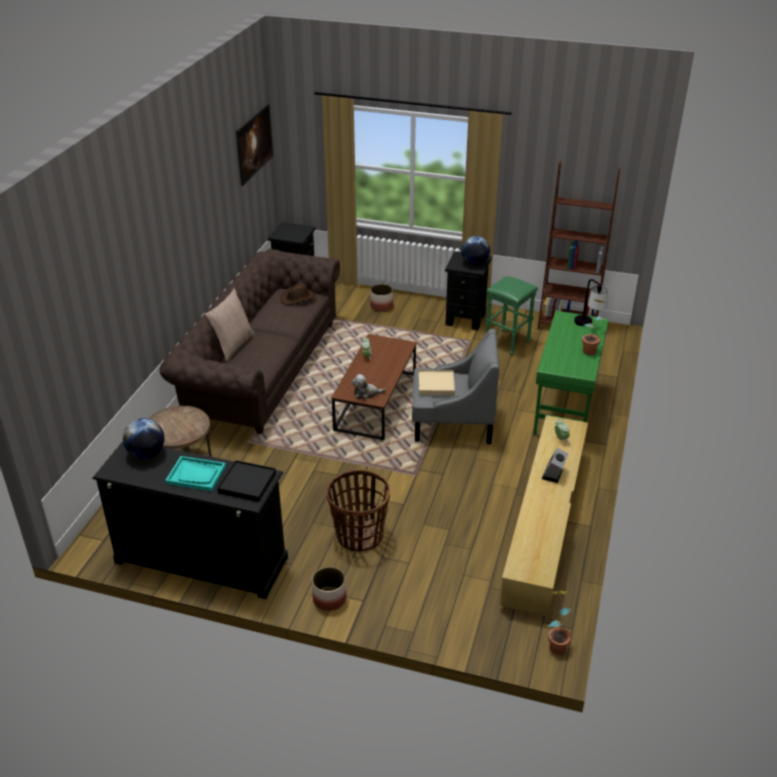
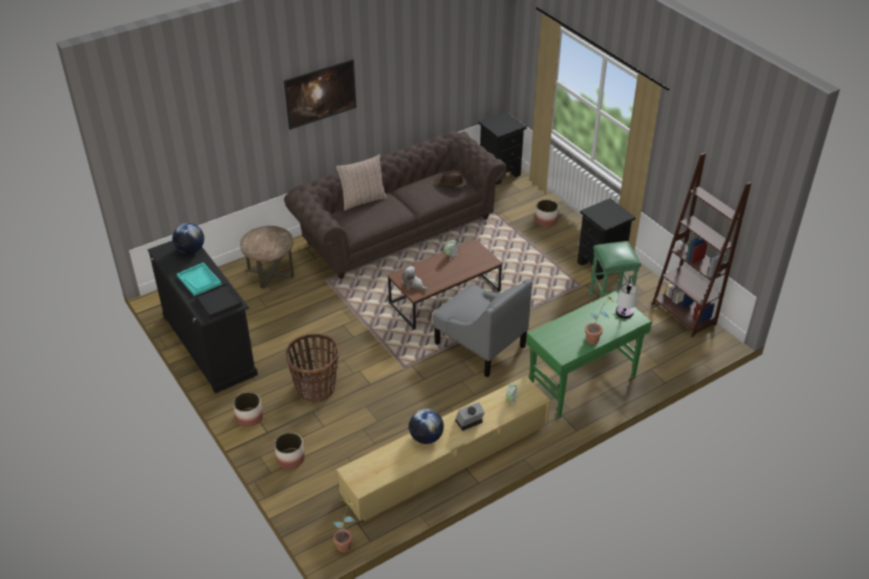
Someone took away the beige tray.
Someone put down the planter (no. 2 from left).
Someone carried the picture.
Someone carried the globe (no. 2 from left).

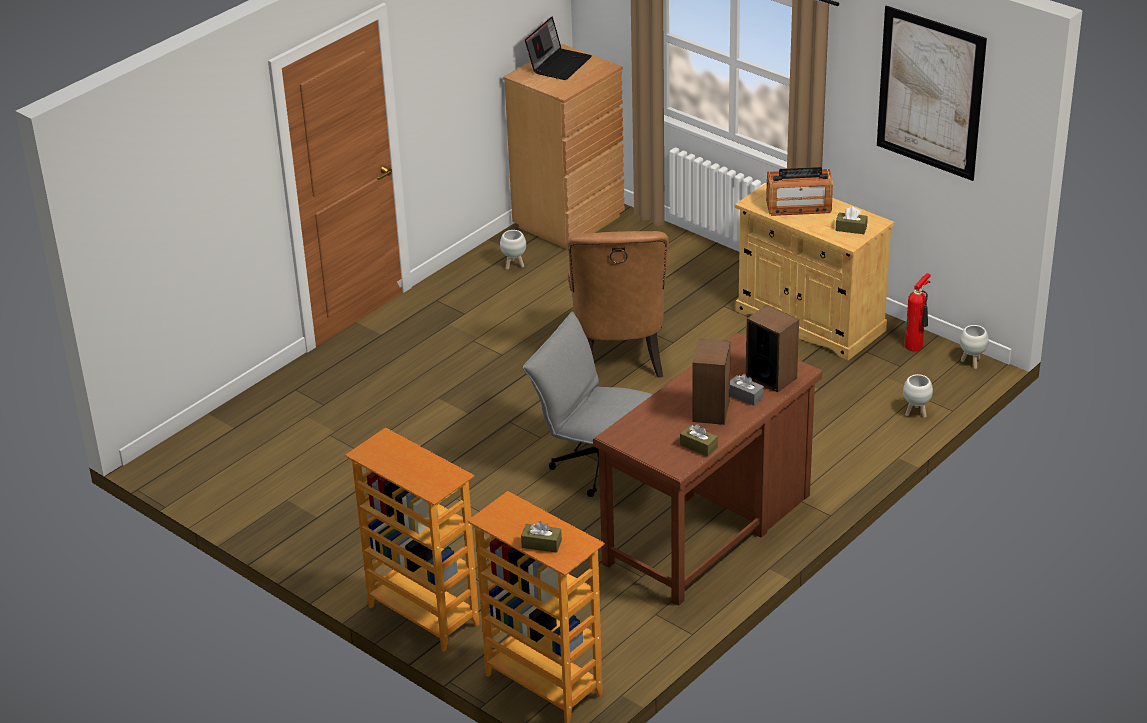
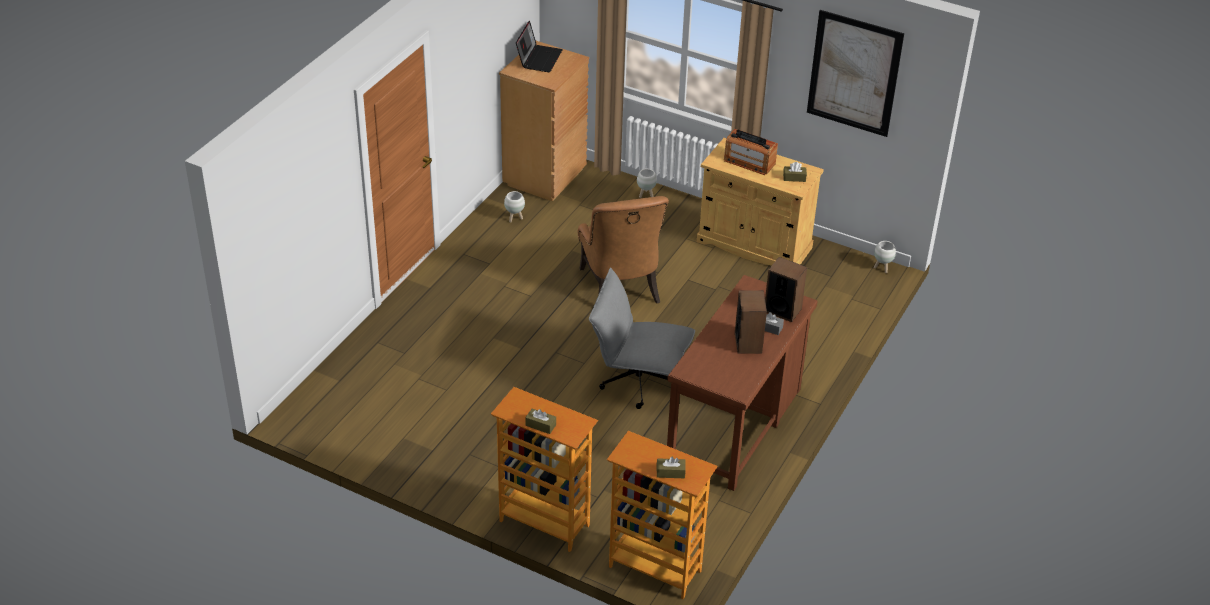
Someone took away the fire extinguisher.
Someone carried the brown tissue box (no. 2 from left in the first image).
Someone carried the white planter (no. 2 from left).
Someone rotated the radio by 45 degrees clockwise.

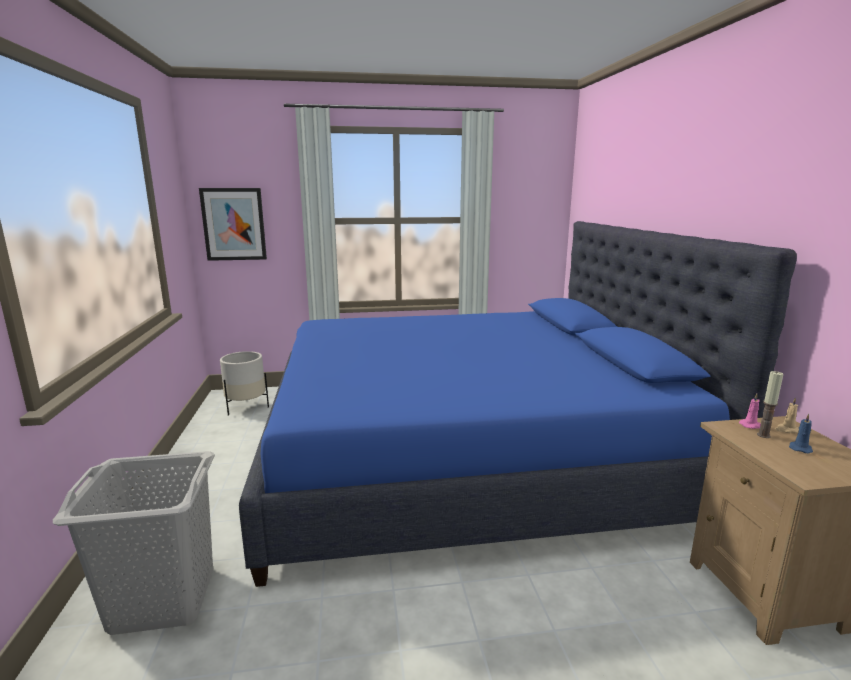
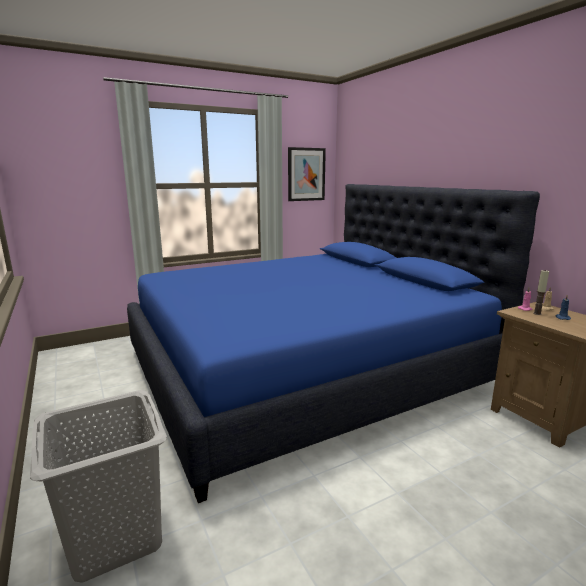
Someone took away the white planter.
Someone carried the picture.

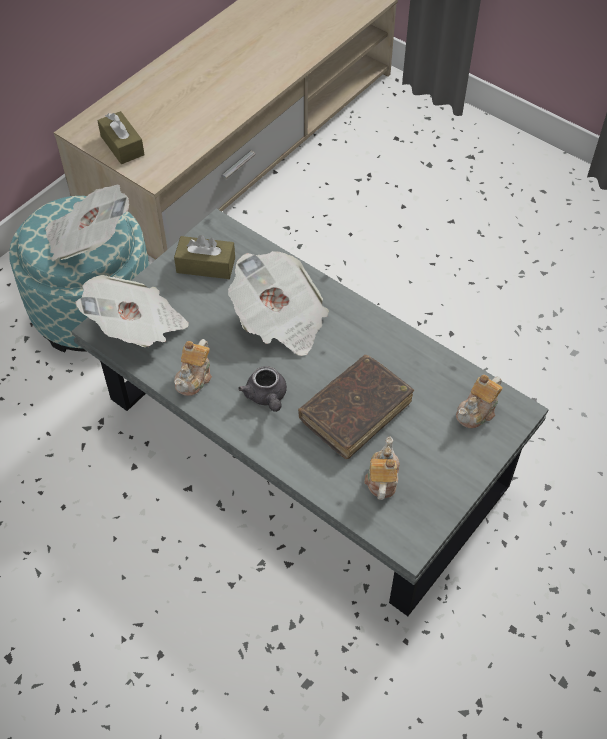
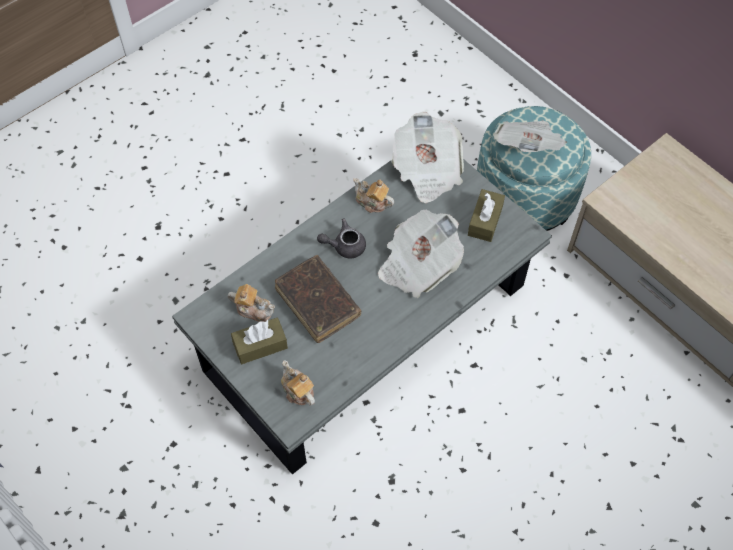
Someone carried the brown tissue box (no. 1 from left).

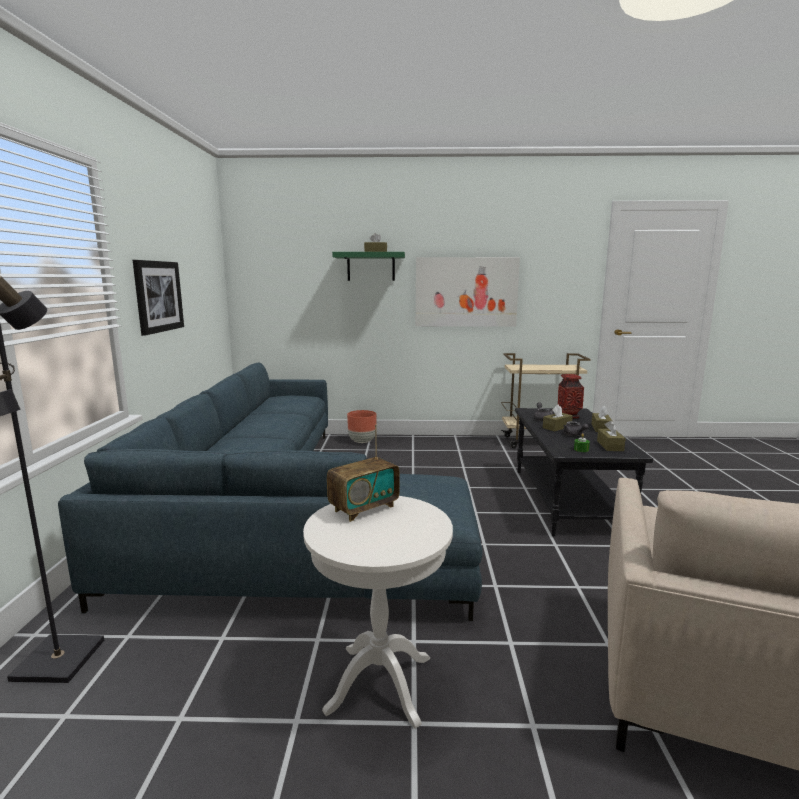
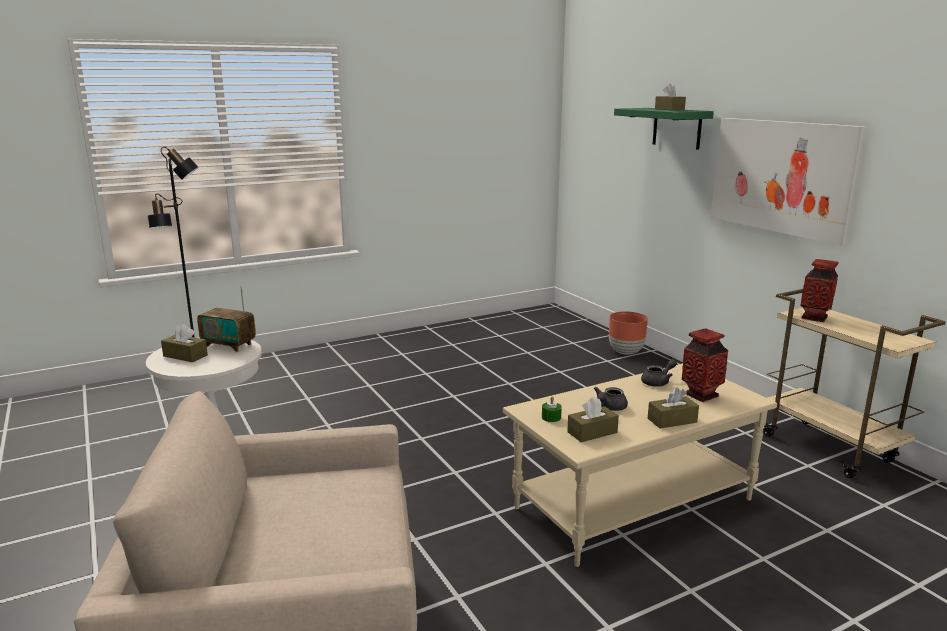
Someone took away the blue sofa.
Someone took away the picture (no. 1 from left).
Someone put down the vase (no. 2 from left).
Someone carried the brown tissue box (no. 2 from left in the first image).
Someone repainted the black coffee table, which became the beige coffee table.

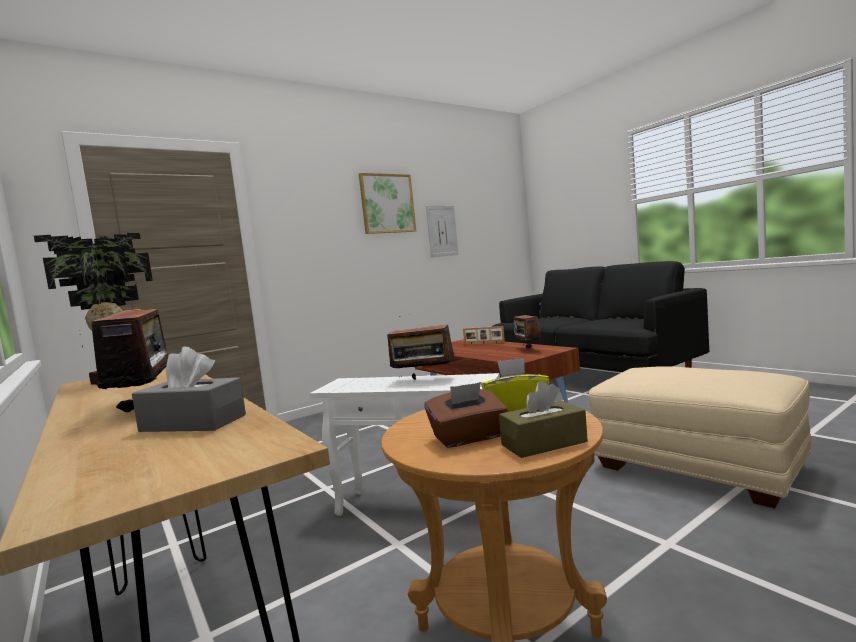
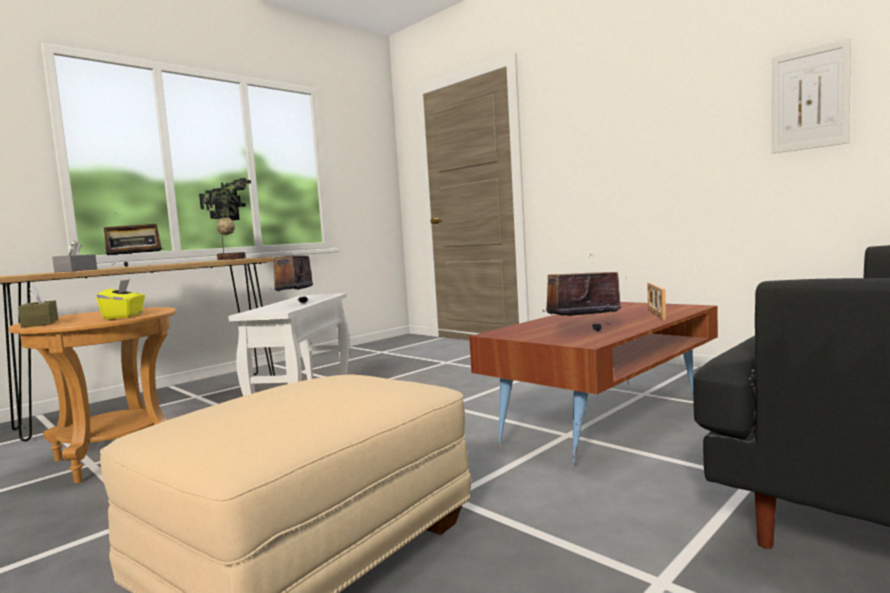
Someone took away the picture (no. 1 from left).
Someone took away the brown tissue box (no. 1 from left).

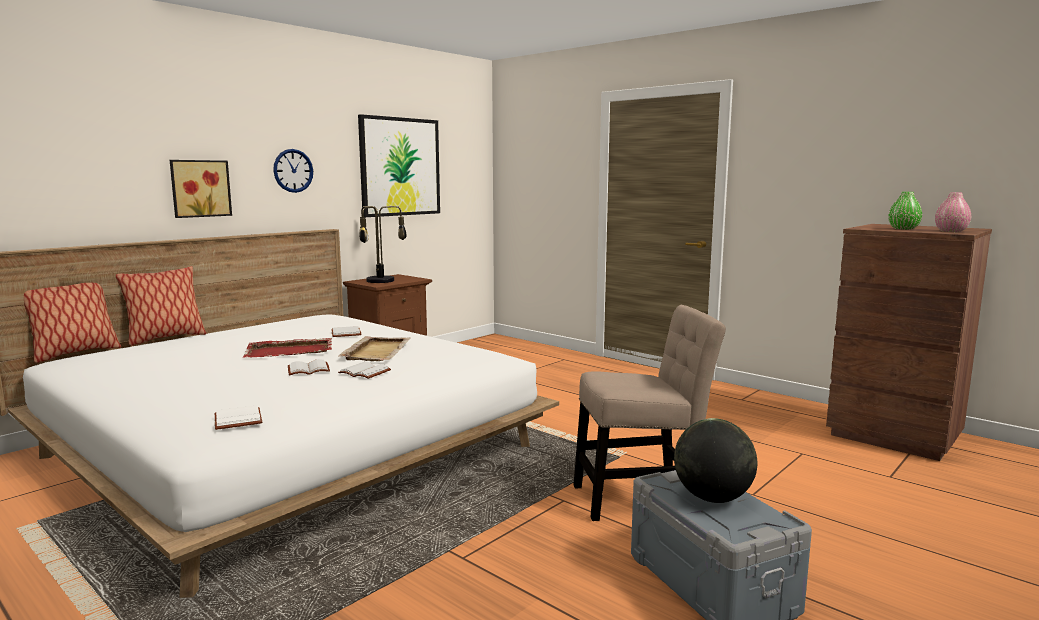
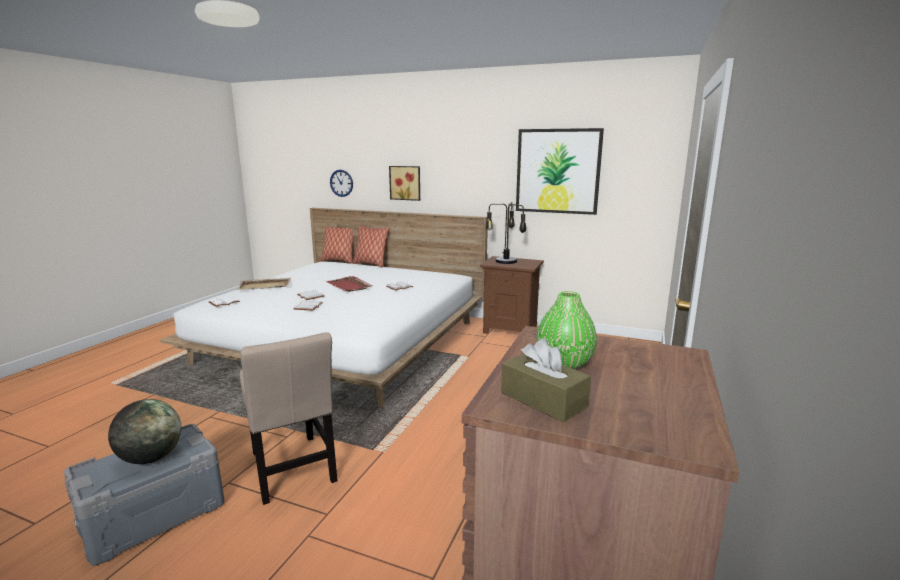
Someone carried the wall clock.
Someone carried the beige tray.
Someone swapped the pink vase for the brown tissue box.

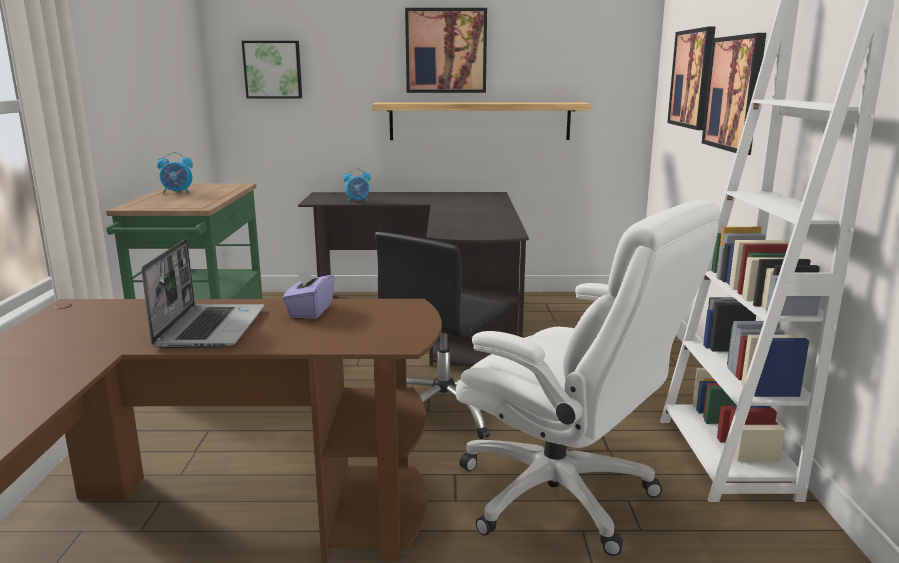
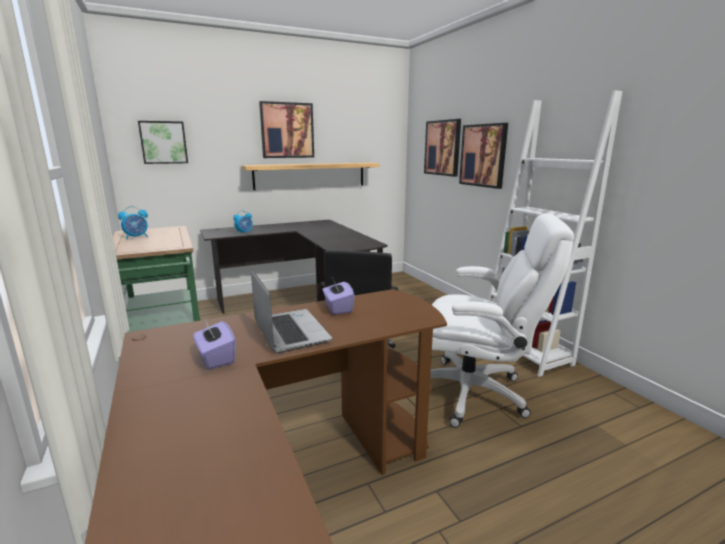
Someone put down the purple tissue box (no. 1 from left).

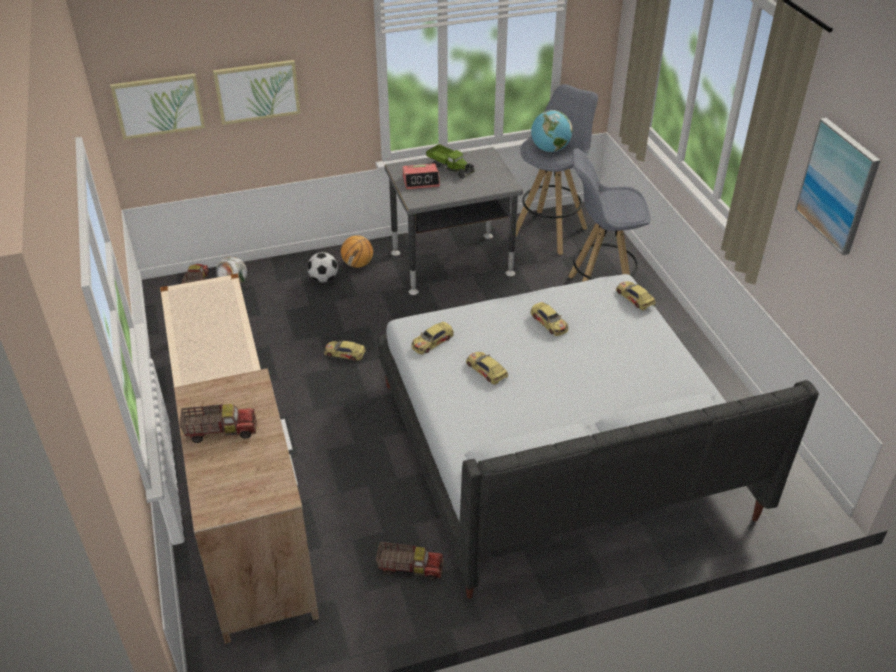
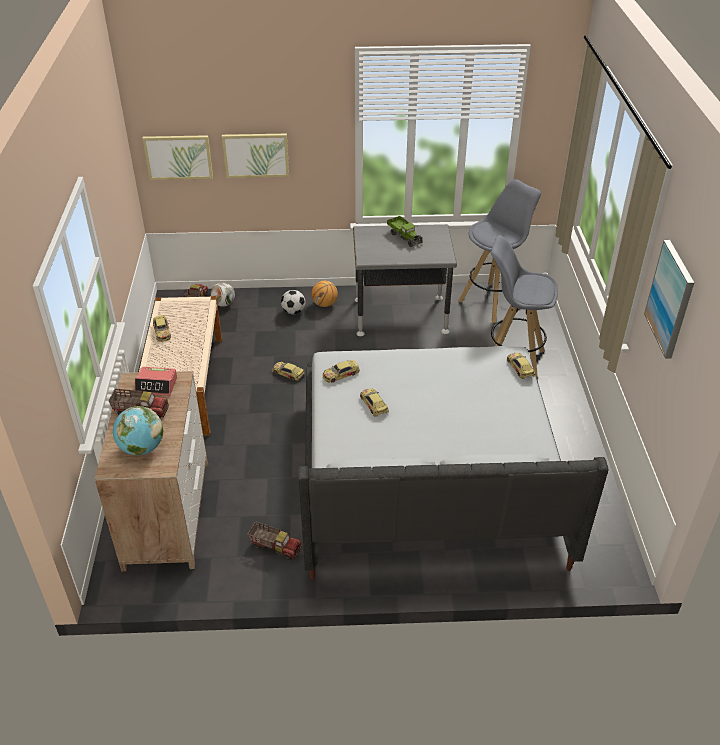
Someone carried the alarm clock.
Someone carried the globe.
Someone carried the toy car (no. 4 from left in the first image).

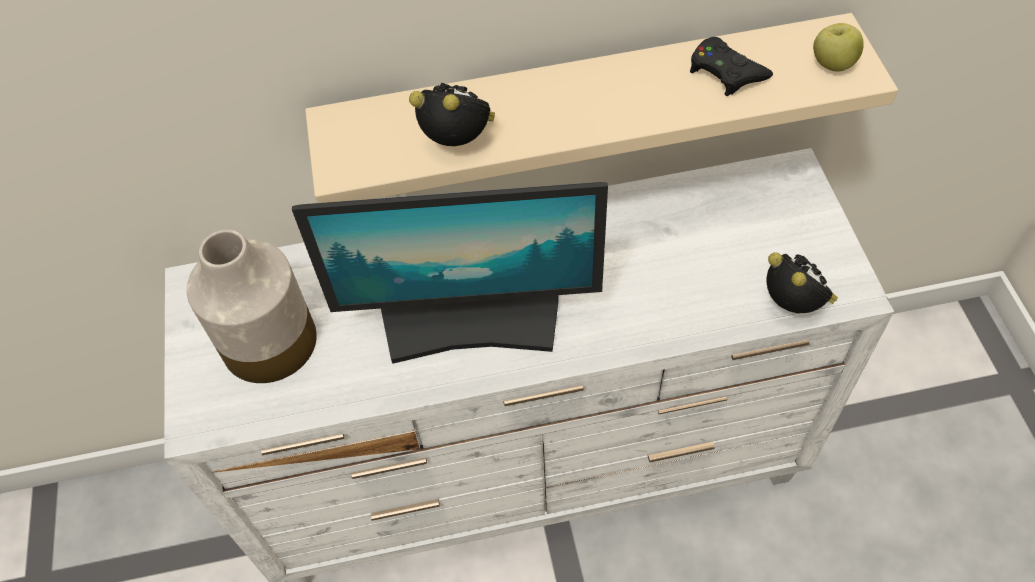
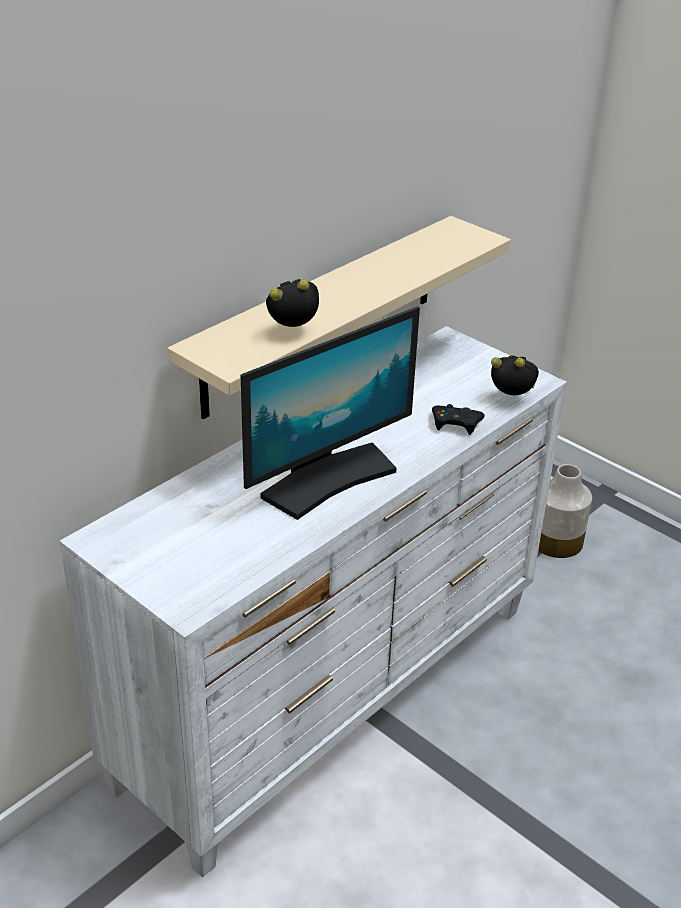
Someone took away the apple.
Someone carried the beige vase.
Someone carried the black game controller.

